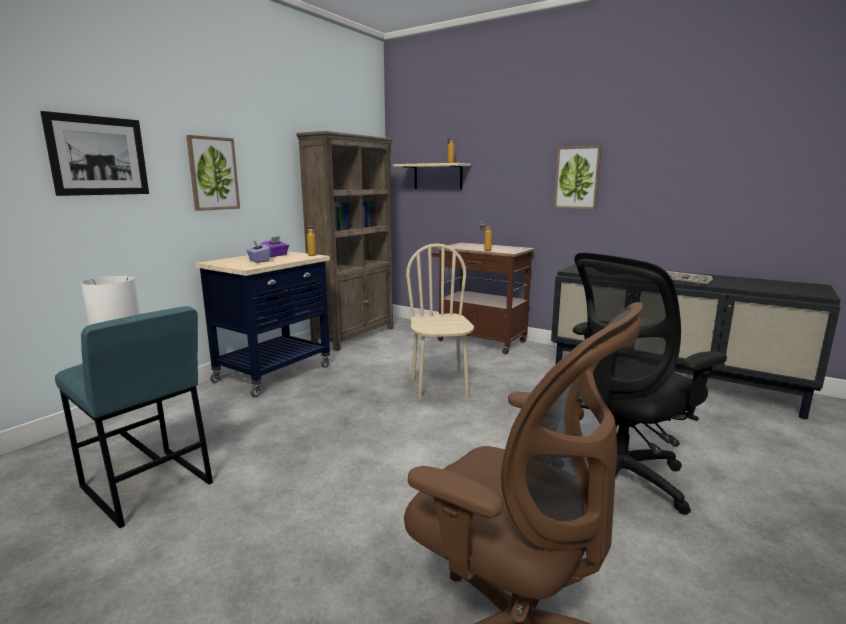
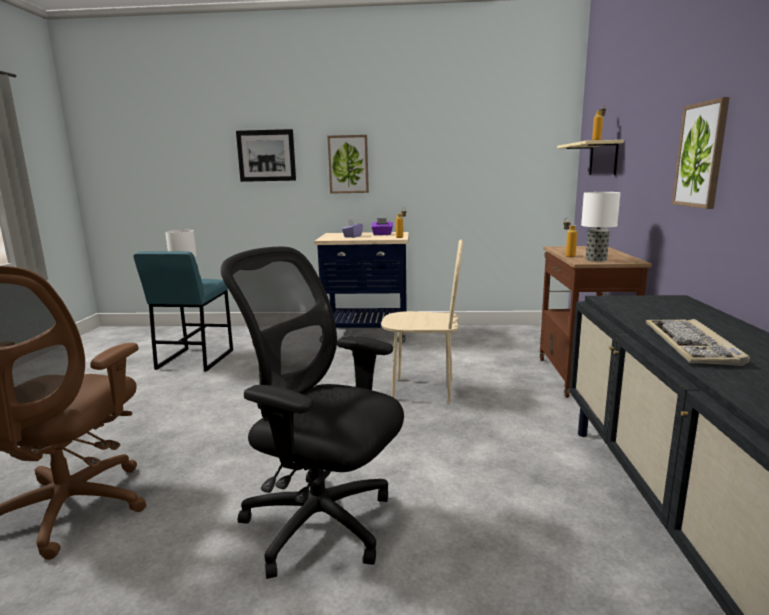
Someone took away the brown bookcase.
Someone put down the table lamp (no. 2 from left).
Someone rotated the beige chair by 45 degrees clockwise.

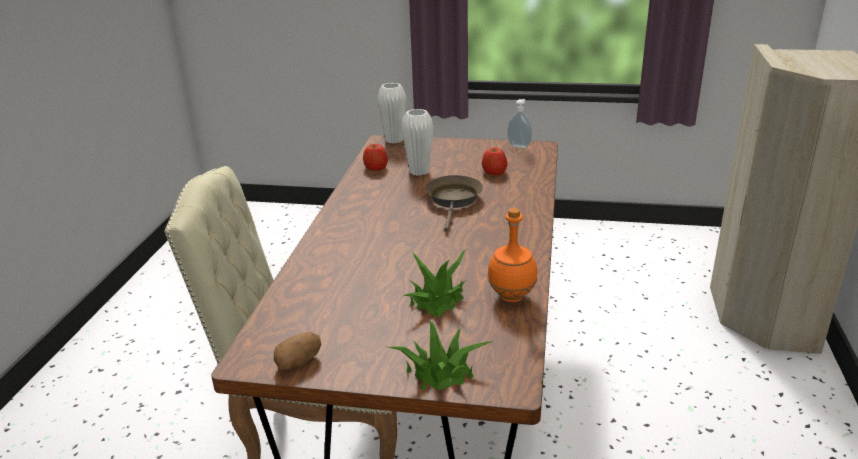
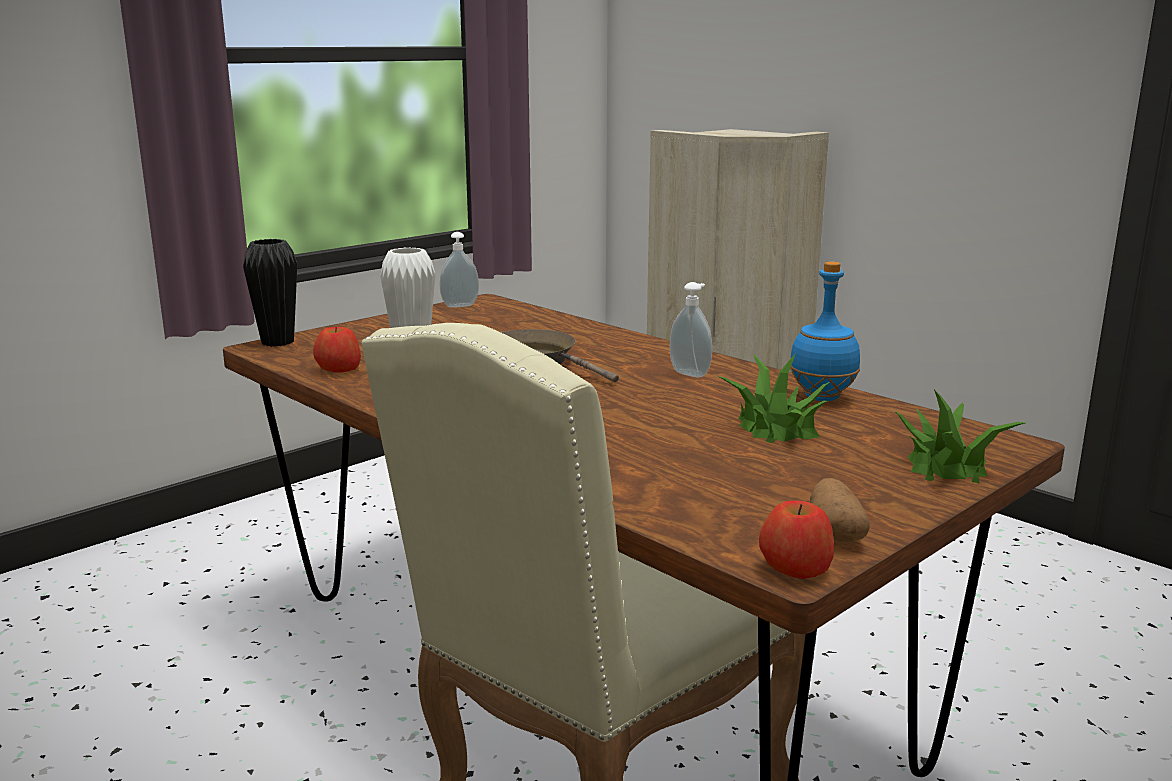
Someone put down the soap dispenser (no. 2 from left).
Someone carried the apple (no. 2 from left).
Someone repainted the white vase (no. 1 from left), which became the black vase.
Someone repainted the orange bottle, which became the blue bottle.

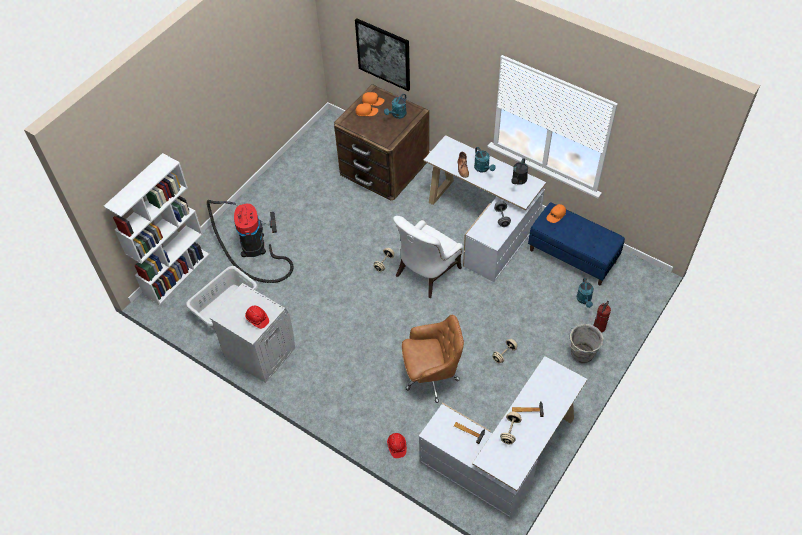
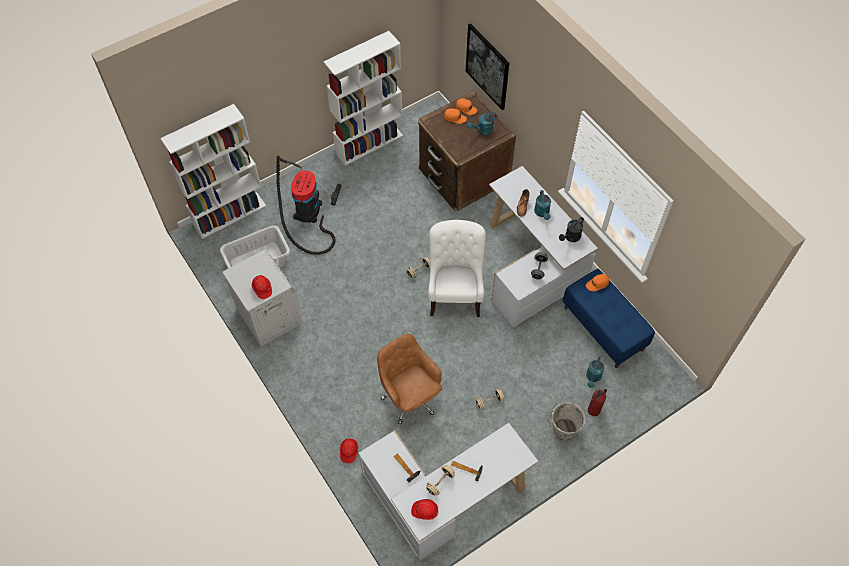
Someone put down the white bookcase (no. 2 from left).
Someone put down the red hard hat (no. 3 from left).
Someone rotated the white chair by 120 degrees clockwise.
Someone rotated the brown office chair by 135 degrees counterclockwise.

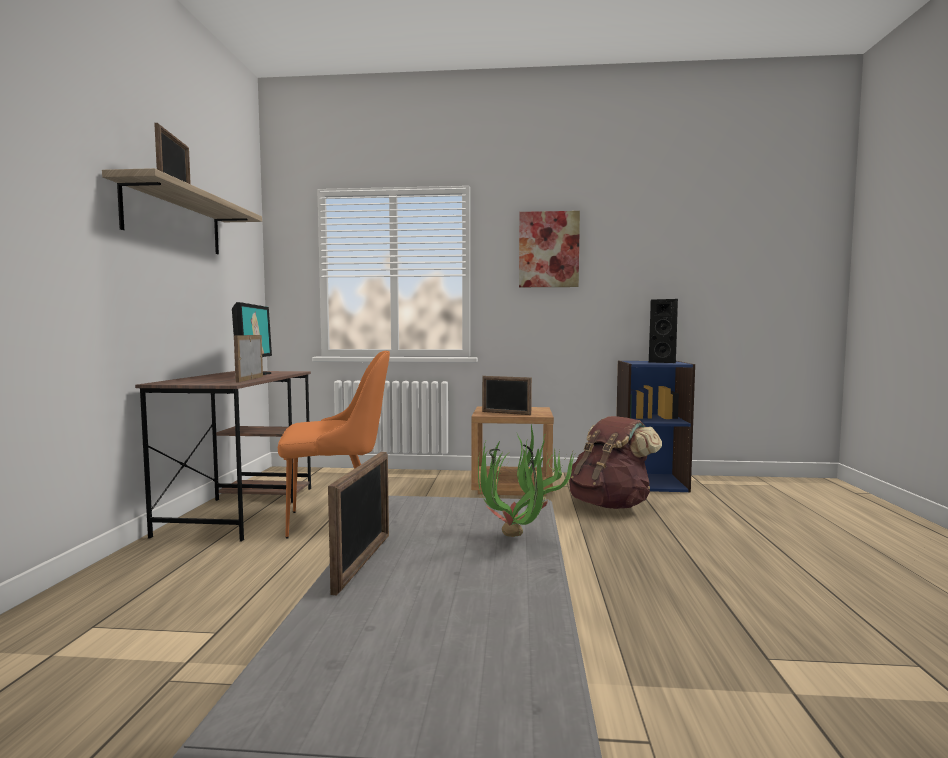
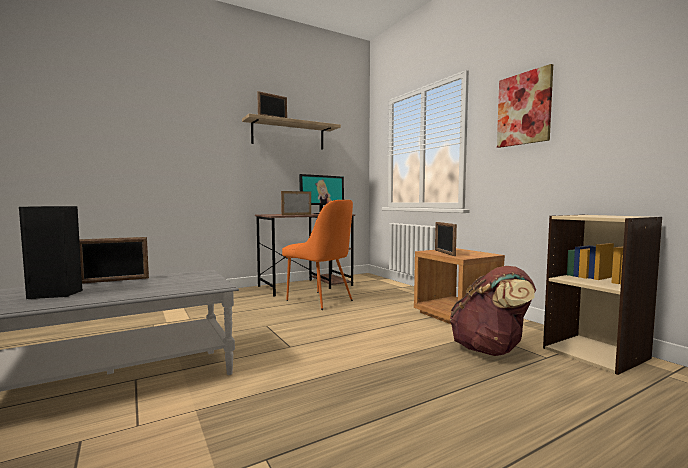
Someone took away the potted plant.
Someone carried the black speaker.
Someone repainted the blue bookcase, which became the beige bookcase.

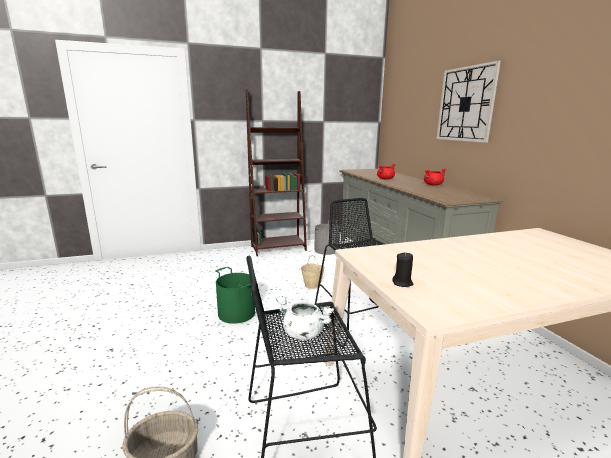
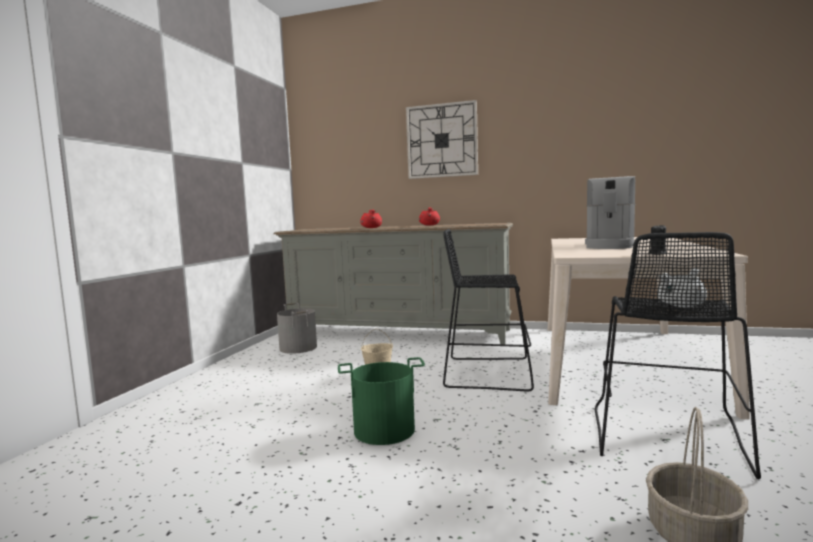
Someone took away the brown bookcase.
Someone put down the coffee machine.

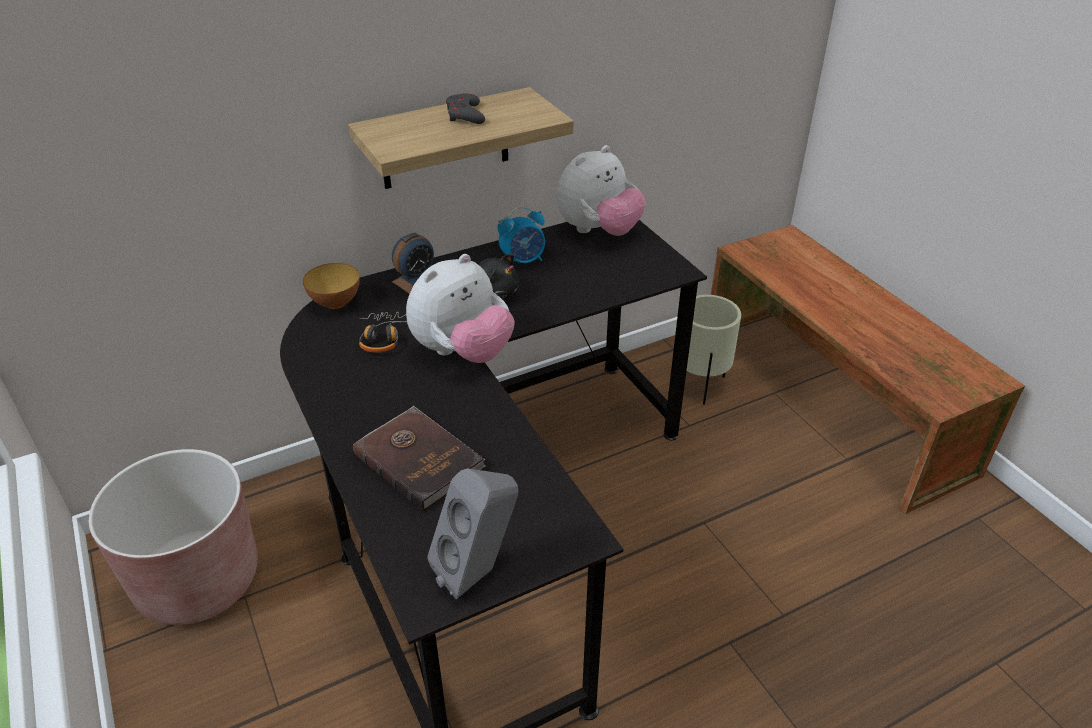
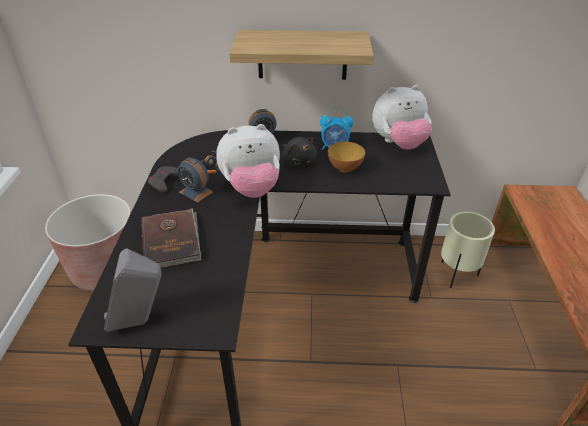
Someone put down the alarm clock (no. 1 from left).
Someone carried the bowl.
Someone carried the grey game controller.

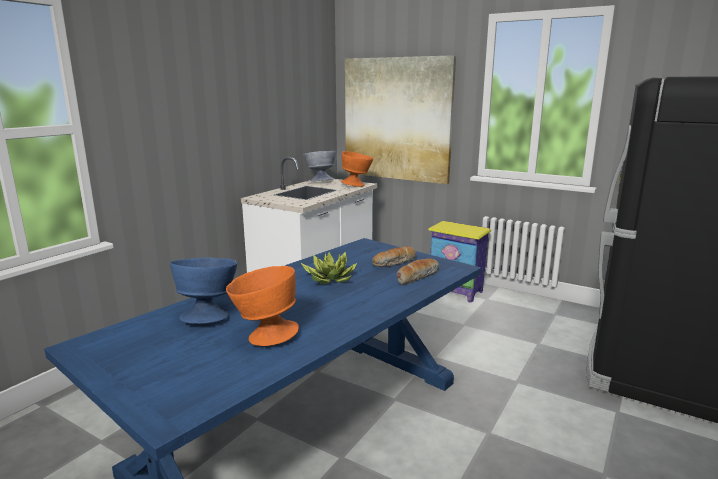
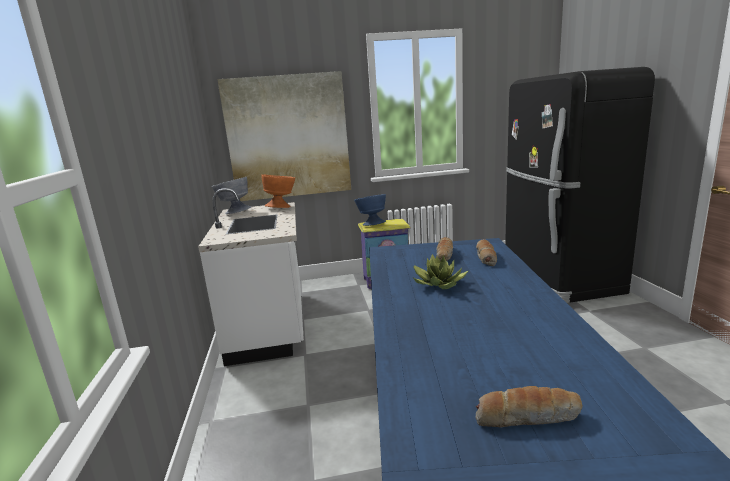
Someone took away the orange bowl (no. 1 from left).
Someone put down the bread (no. 3 from left).
Someone carried the blue bowl.

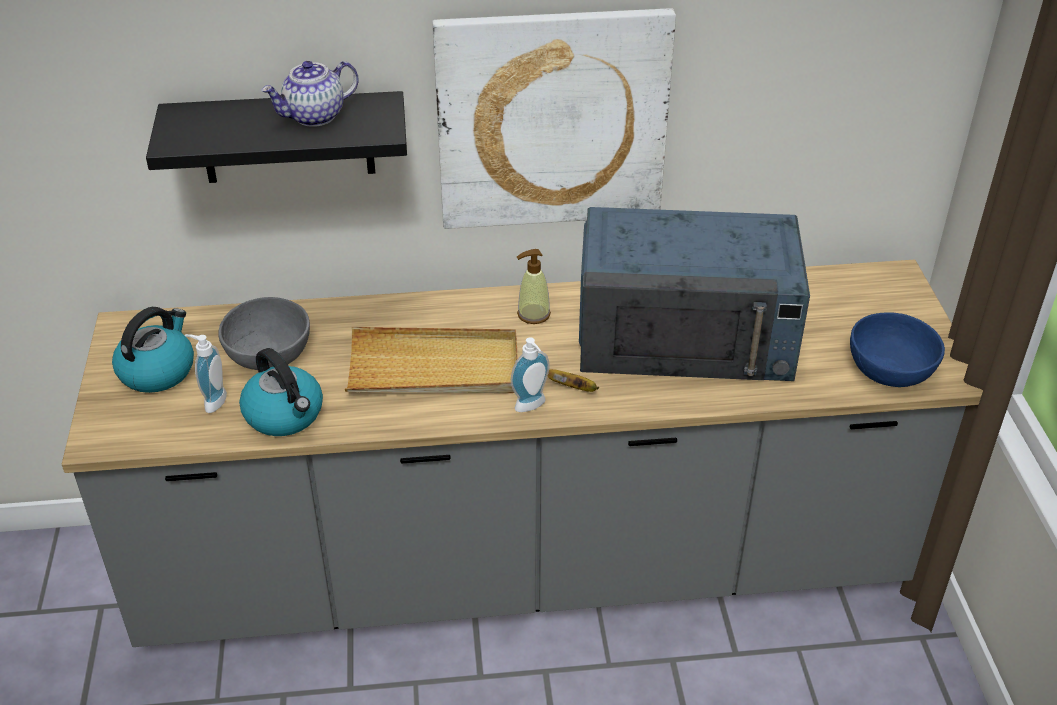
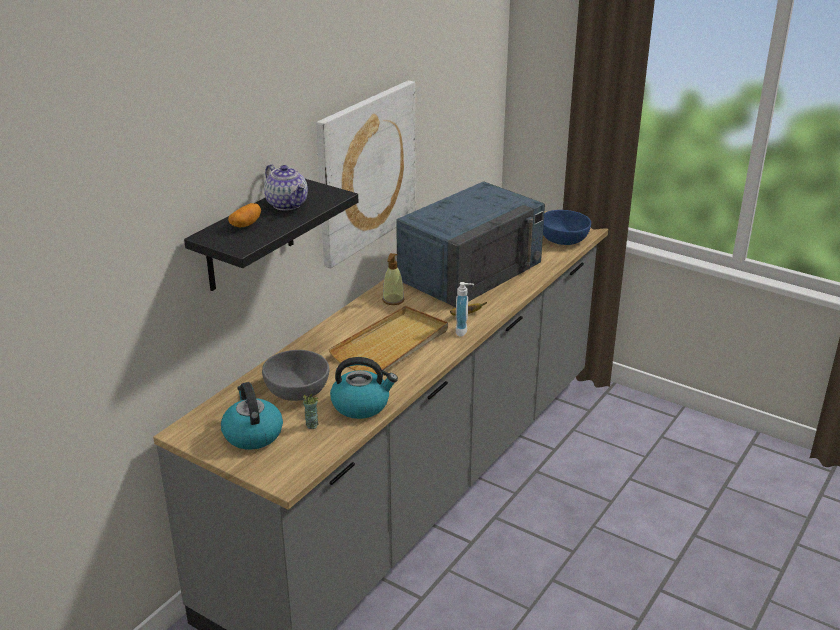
Someone put down the potato.
Someone swapped the soap dispenser (no. 1 from left) for the cup.
Someone rotated the teapot by 45 degrees counterclockwise.

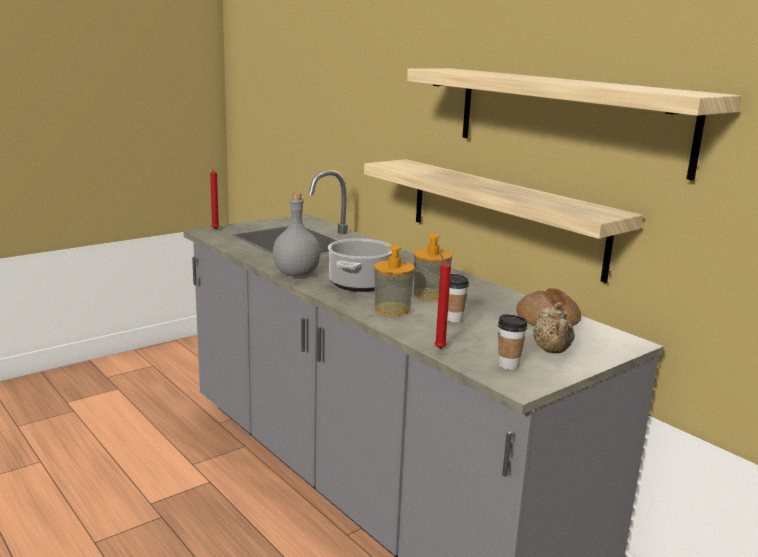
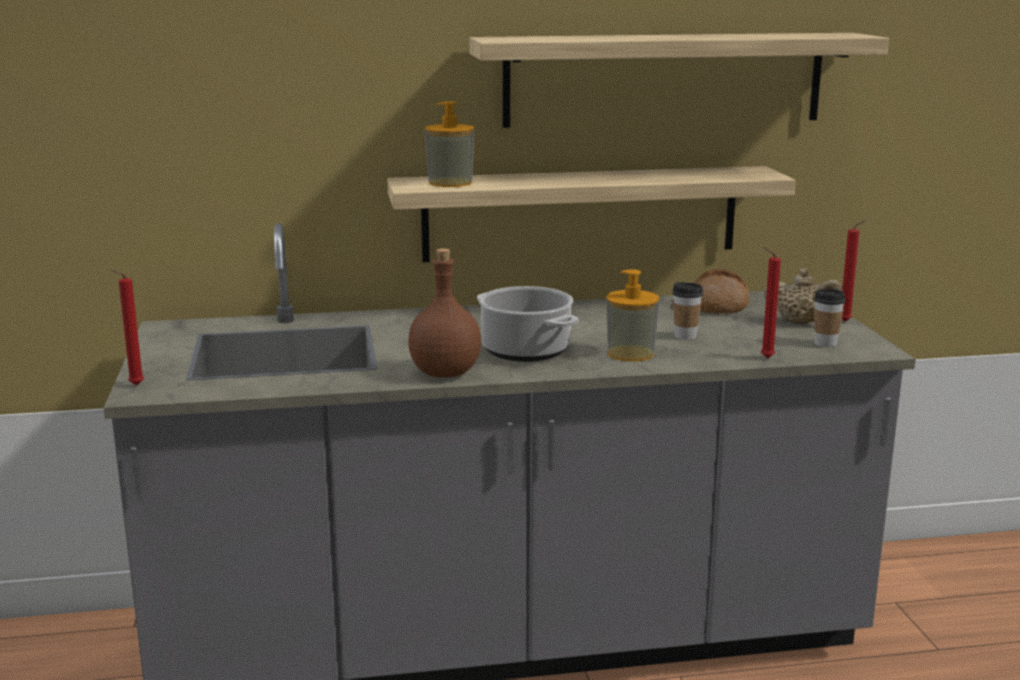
Someone put down the red candle (no. 3 from left).
Someone carried the soap dispenser (no. 2 from left in the first image).
Someone repainted the grey bottle, which became the brown bottle.

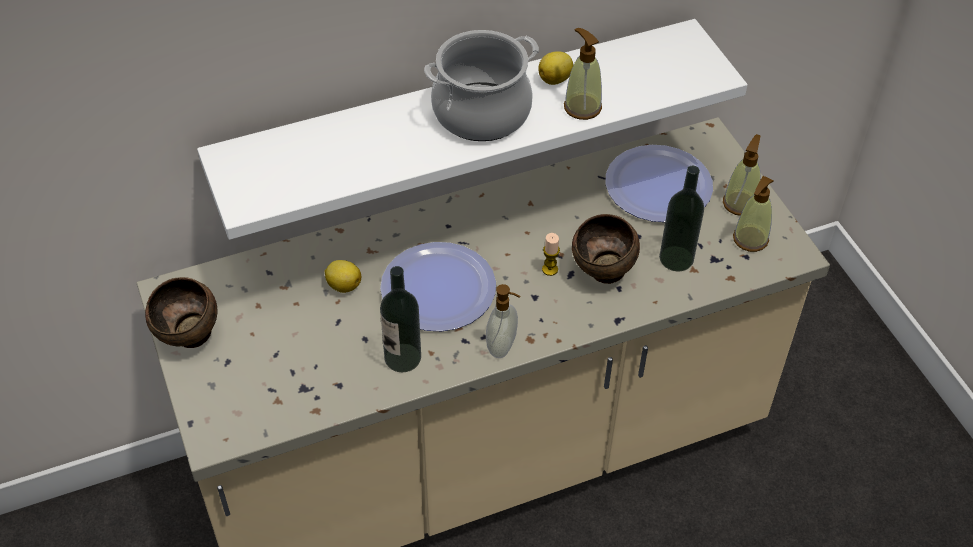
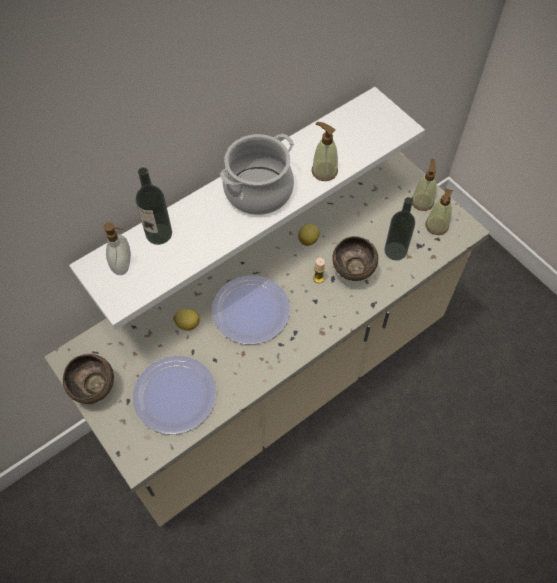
Someone carried the bottle (no. 1 from left).
Someone carried the soap dispenser (no. 1 from left).
Someone carried the lemon (no. 2 from left).
Someone carried the plate (no. 2 from left in the first image).

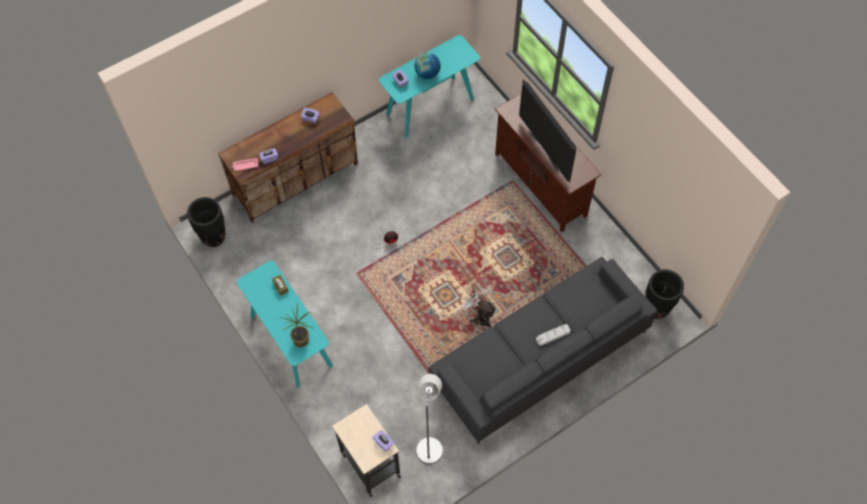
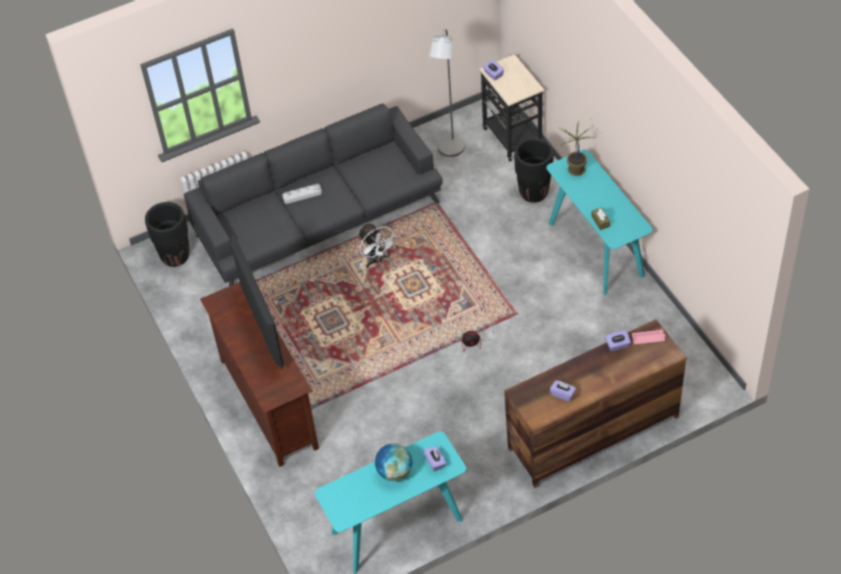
Someone carried the black planter (no. 1 from left in the first image).

